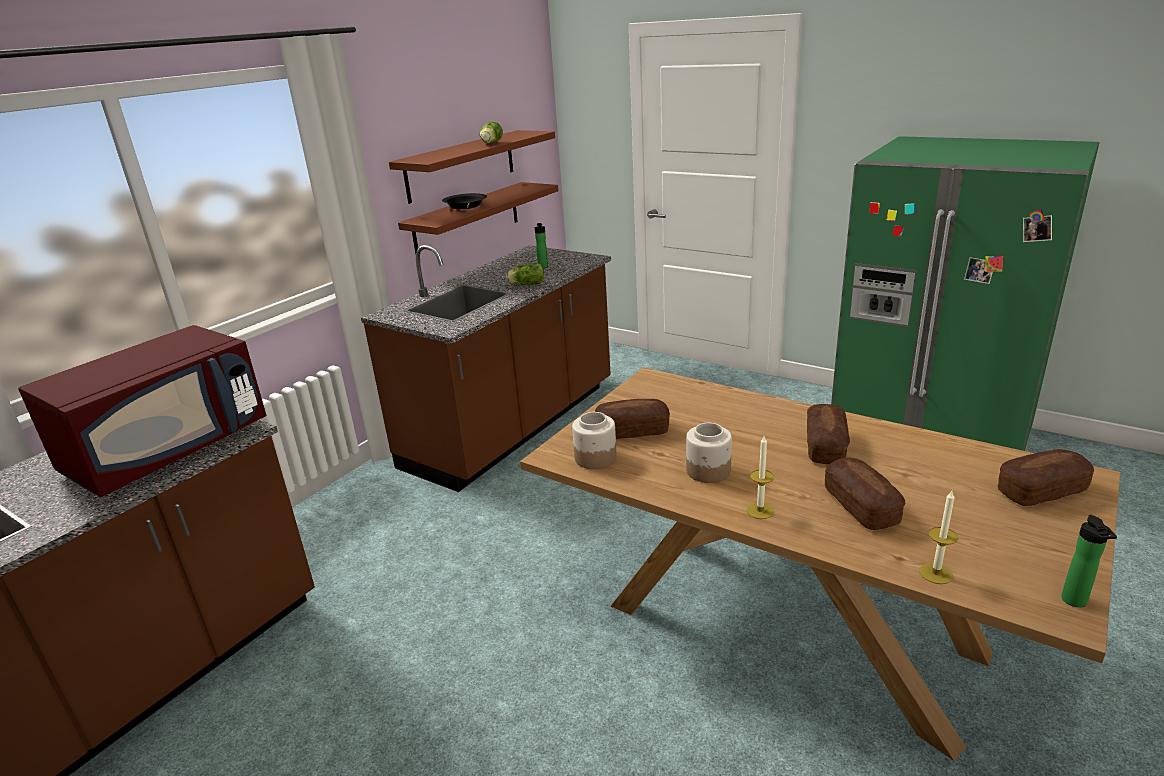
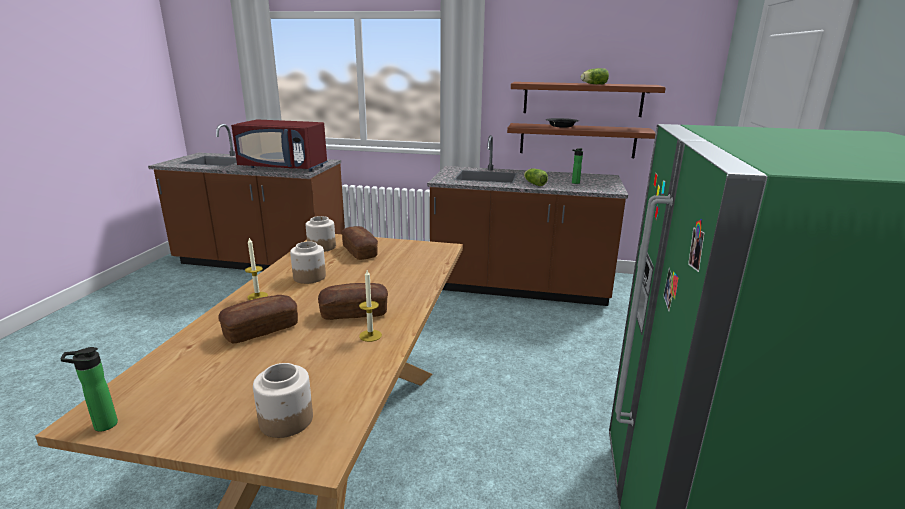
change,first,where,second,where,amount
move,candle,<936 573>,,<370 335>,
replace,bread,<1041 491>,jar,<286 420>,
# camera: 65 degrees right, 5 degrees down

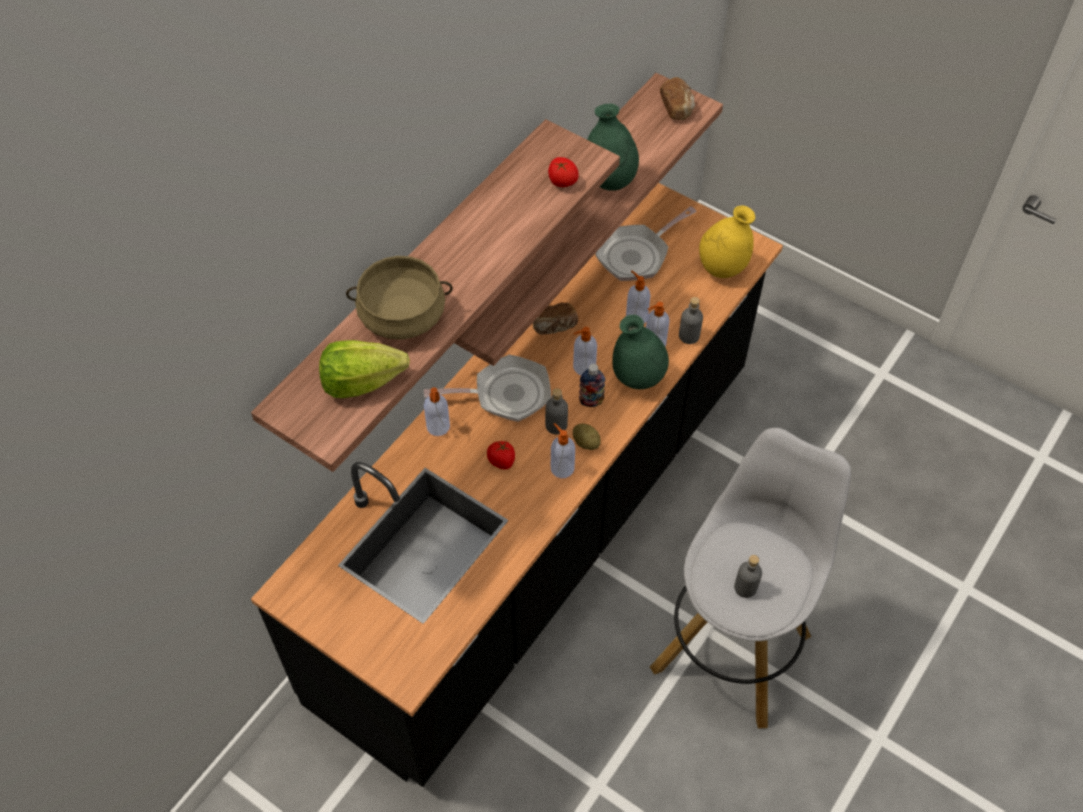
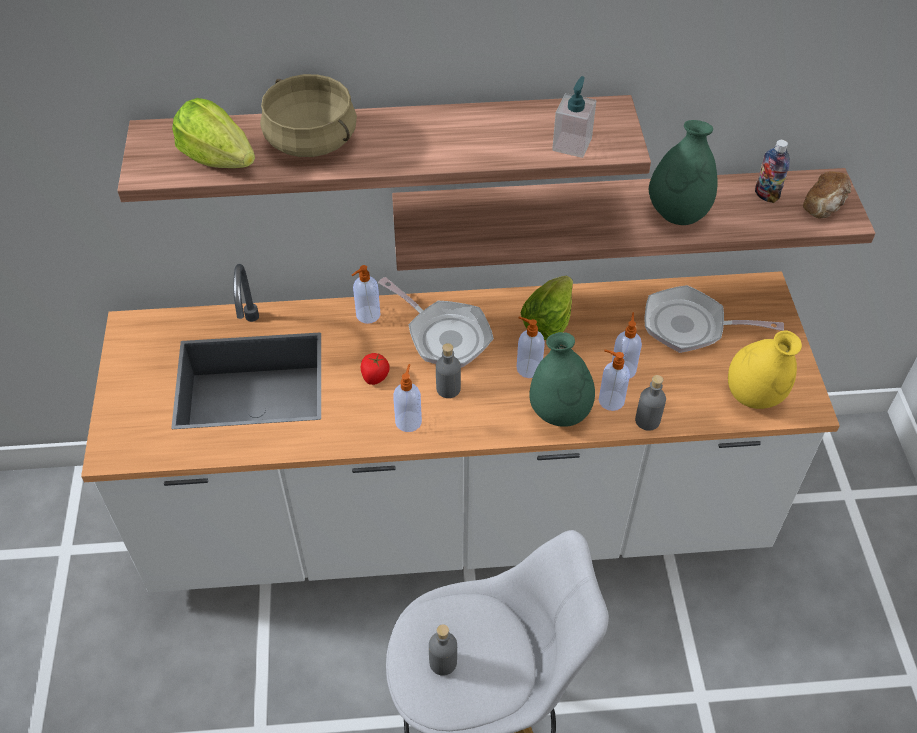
change,first,where,second,where,amount
recolor,black counter,<541 532>,white counter,<458 517>,
replace,bread,<554 326>,lettuce,<548 321>,
replace,tomato,<562 181>,soap dispenser,<572 144>,
delete,potato,<586 442>,,,
move,bottle,<591 401>,,<766 195>,
# camera: 50 degrees right, 5 degrees down

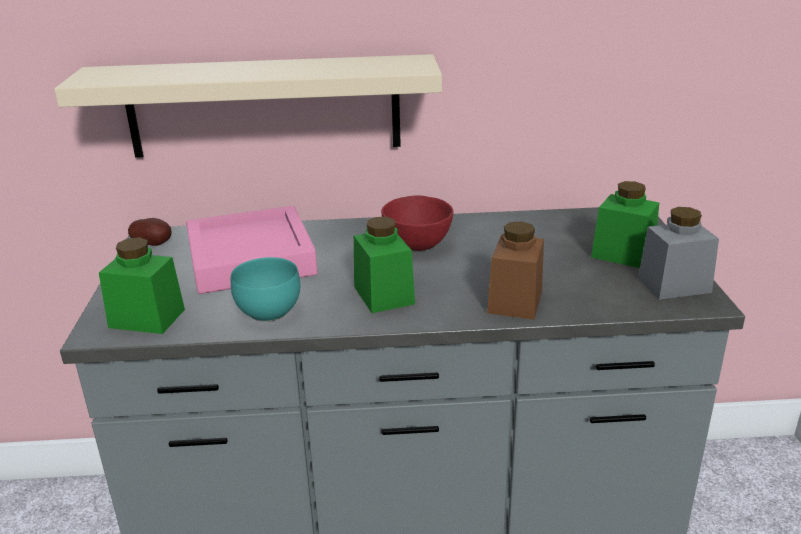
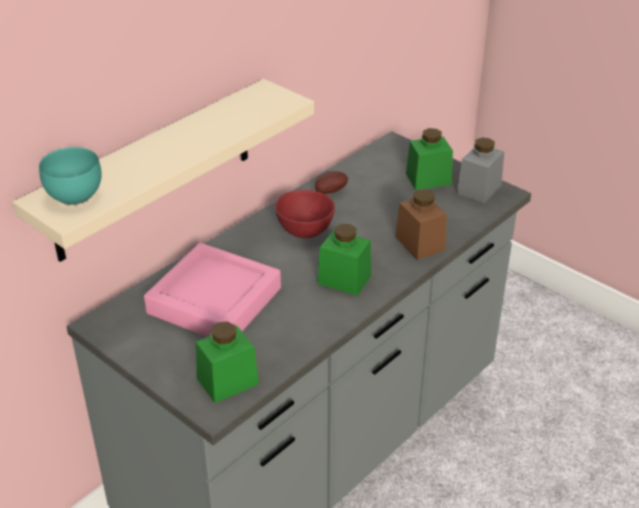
change,first,where,second,where,amount
move,potato,<154 244>,,<330 191>,
move,turquoise bowl,<269 313>,,<76 197>,
# camera: 45 degrees left, 10 degrees up

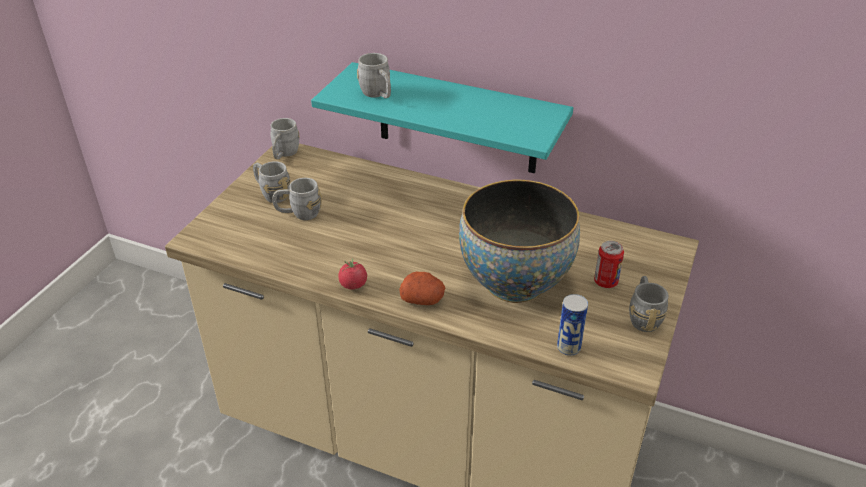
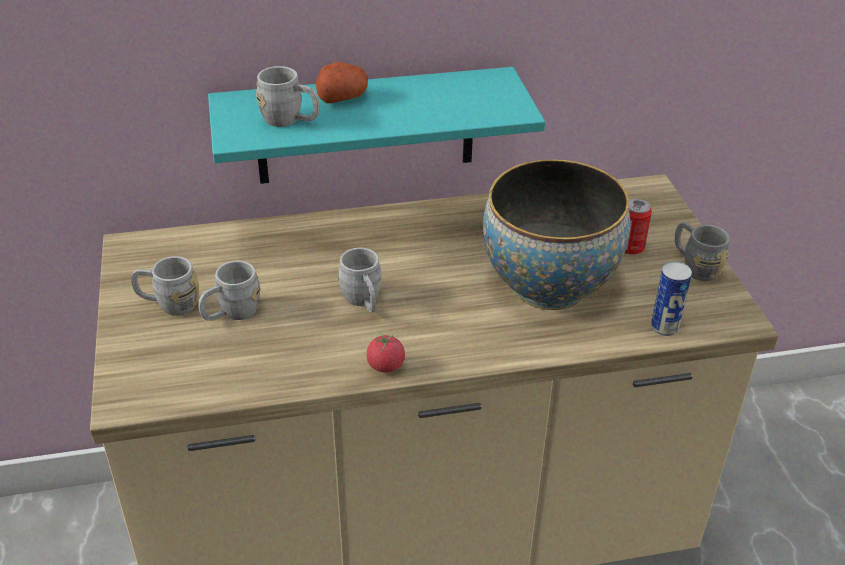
change,first,where,second,where,amount
move,grey mug,<284 154>,,<363 302>,
move,potato,<423 299>,,<342 97>,
# camera: 35 degrees left, 0 degrees up

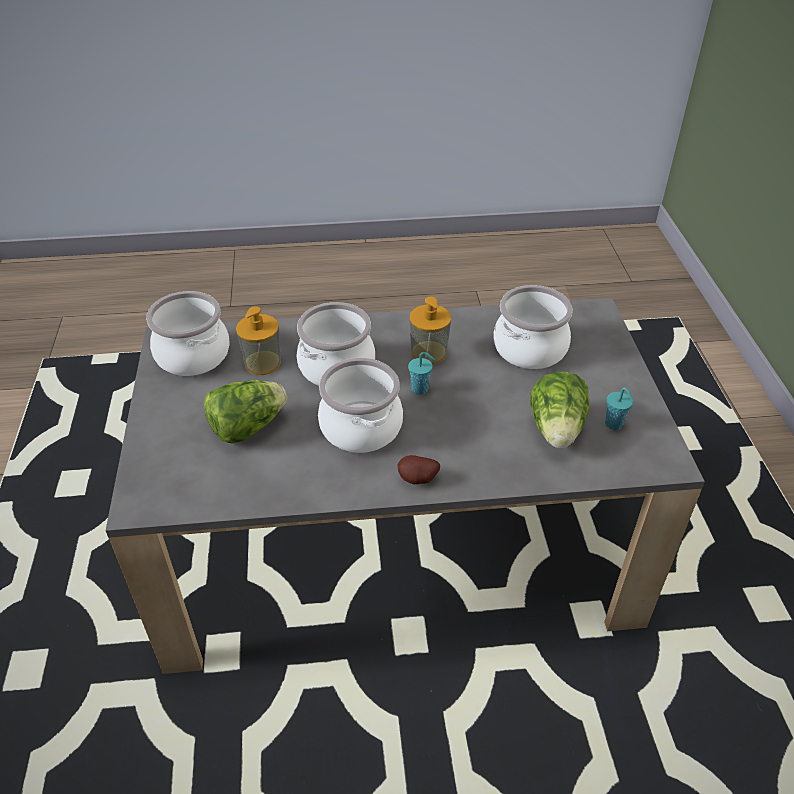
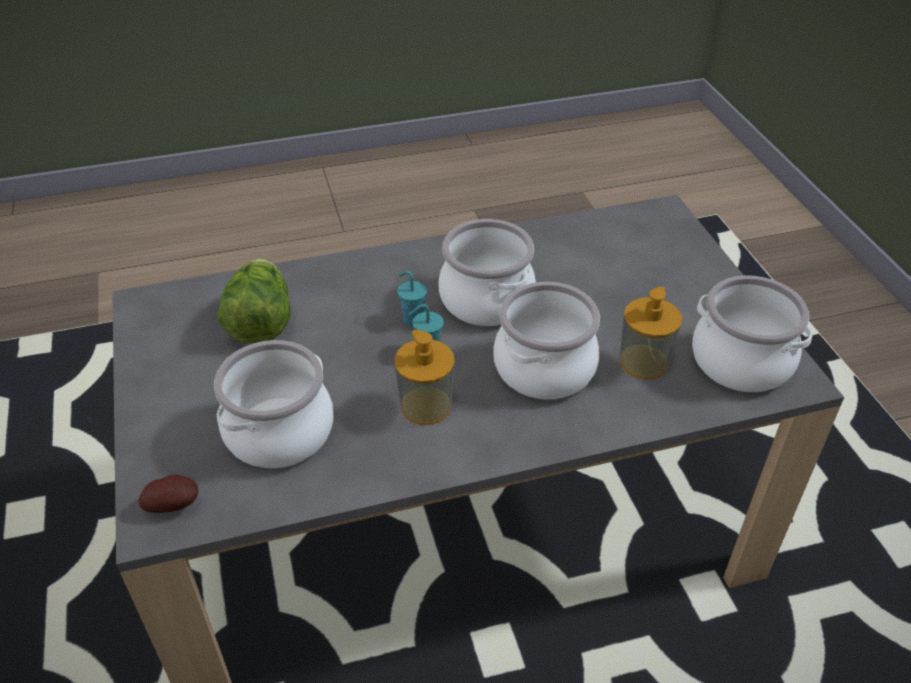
change,first,where,second,where,amount
delete,lettuce,<247 427>,,,
move,potato,<418 480>,,<174 504>,
move,turquoise cup,<614 425>,,<412 319>,
# camera: 170 degrees right, 0 degrees up

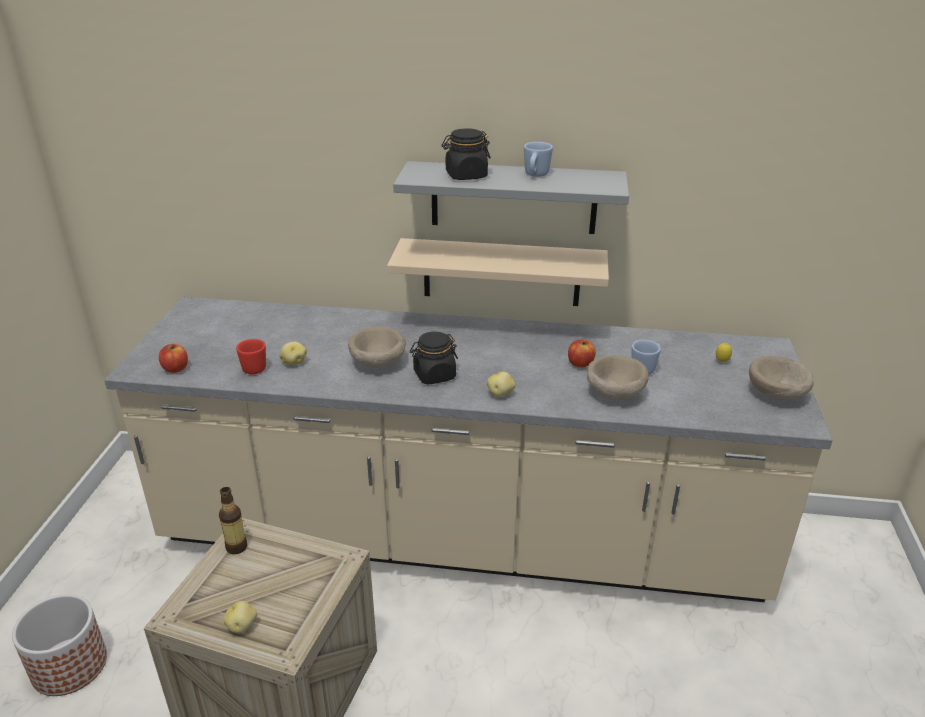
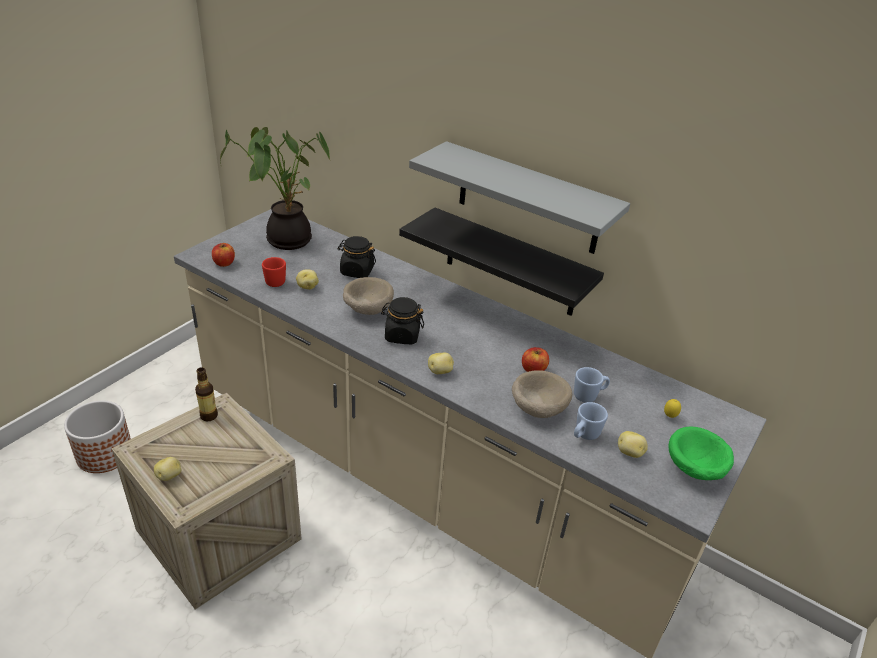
change,first,where,second,where,amount
recolor,beige shelf,<501 272>,black shelf,<511 263>,
move,black jar,<466 175>,,<356 271>,
move,blue mug,<535 175>,,<584 435>,
recolor,beige bowl,<777 395>,green bowl,<694 469>,
insert,,,potted plant,<286 239>,
insert,,,potato,<630 453>,
# camera: 25 degrees right, 5 degrees up

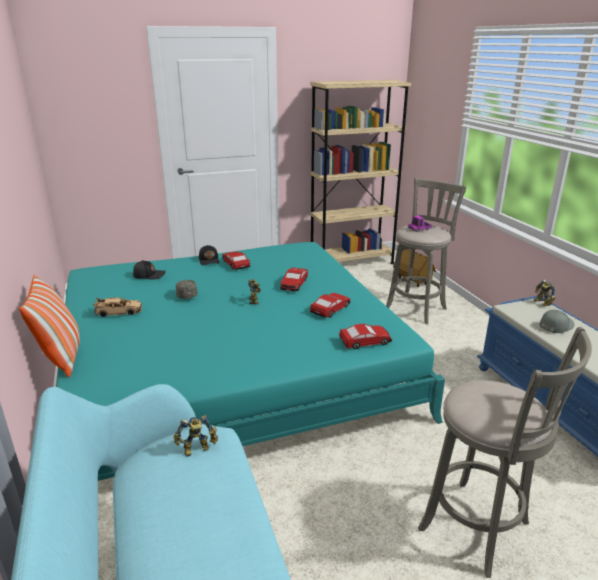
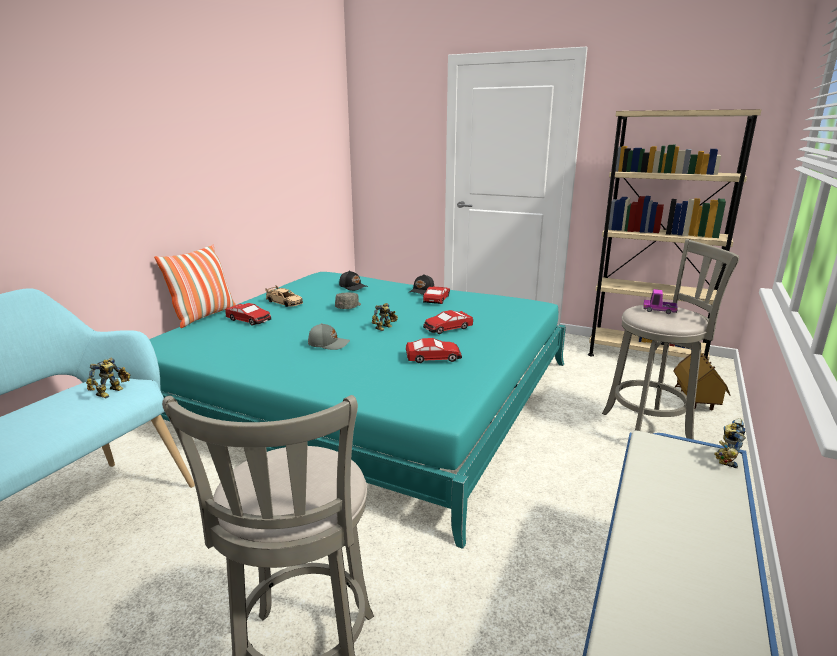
change,first,where,second,where,amount
rotate,toy robot,<197 449>,,<112 392>,90 degrees counterclockwise
move,toy car,<365 342>,,<249 320>,
move,grey cap,<555 326>,,<328 344>,
# camera: 45 degrees right, 5 degrees down

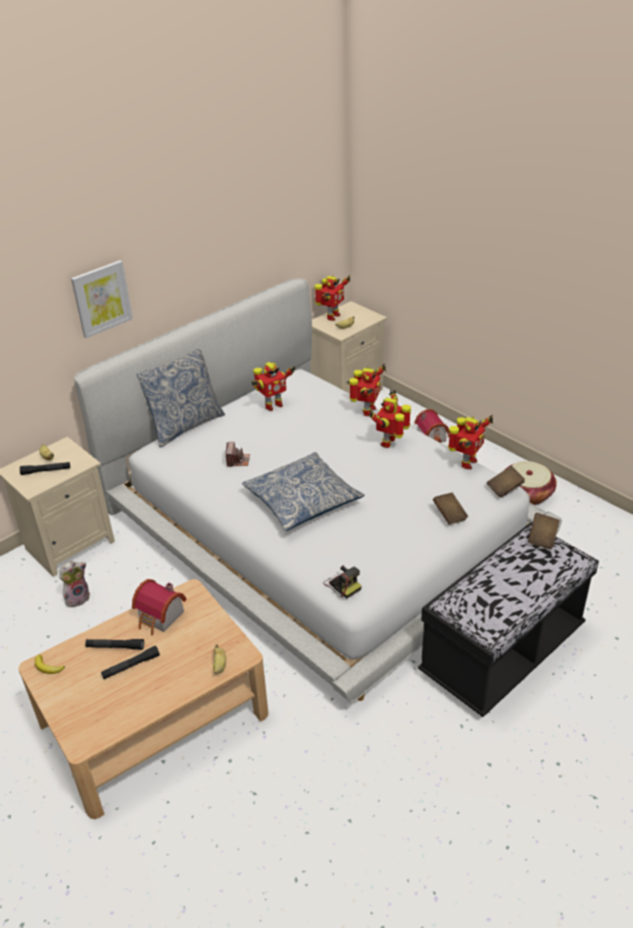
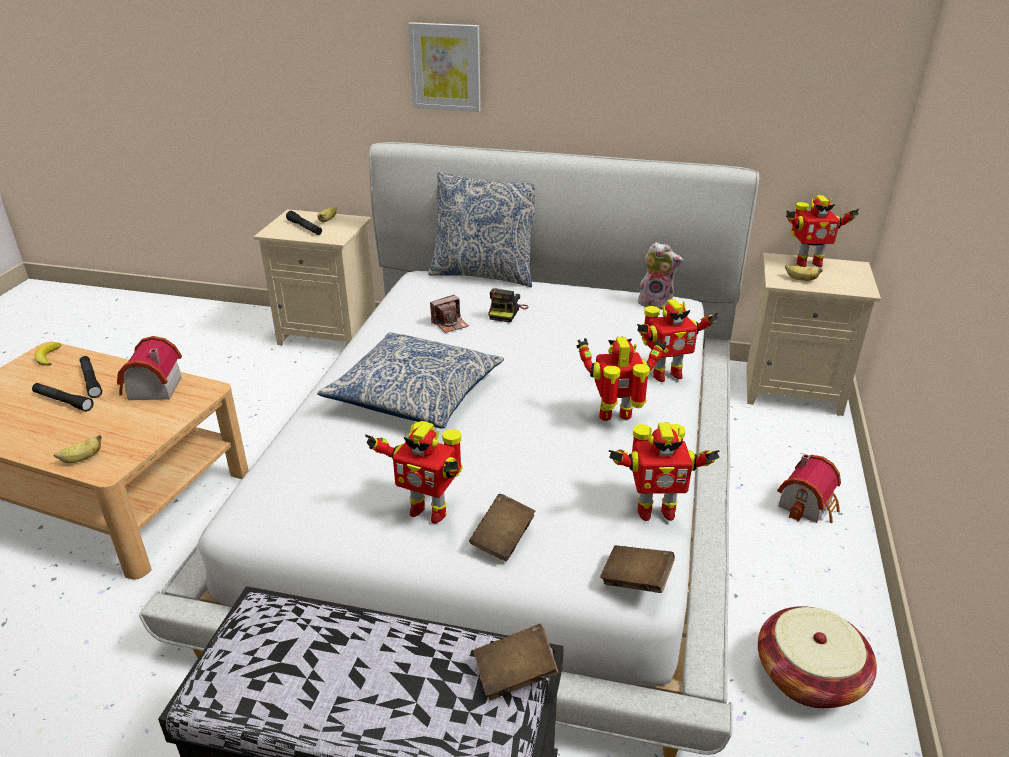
change,first,where,second,where,amount
move,plush toy,<78 598>,,<656 303>,
move,toy robot,<272 405>,,<428 510>,
move,photo camera,<342 584>,,<506 312>,
# camera: 55 degrees right, 5 degrees down

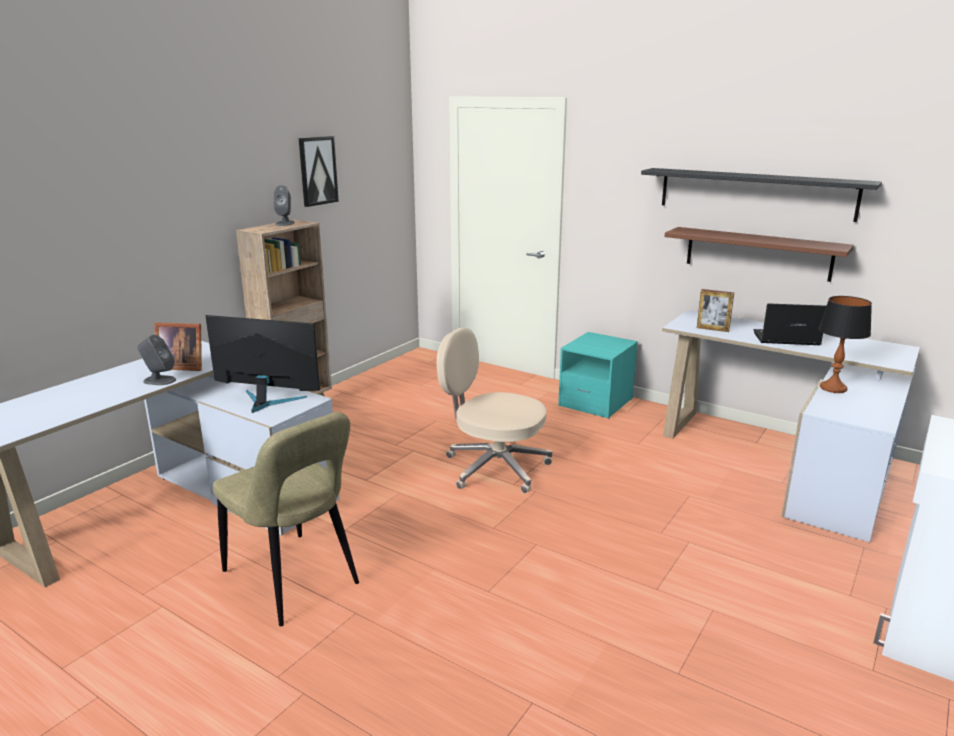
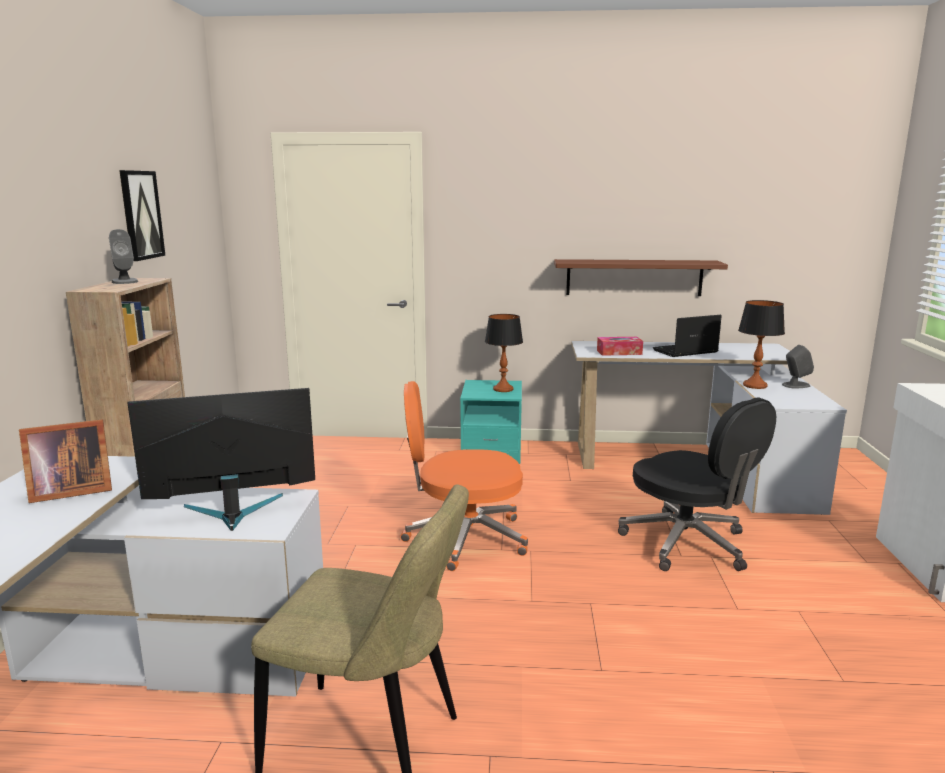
change,first,where,second,where,amount
move,grey speaker,<159 380>,,<795 385>,
recolor,beige office chair,<494 467>,orange office chair,<464 538>,
delete,black shelf,<755 193>,,,
replace,picture frame,<712 329>,tissue box,<619 352>,
insert,,,table lamp,<503 389>,
insert,,,black office chair,<688 544>,
# camera: 30 degrees left, 5 degrees down

